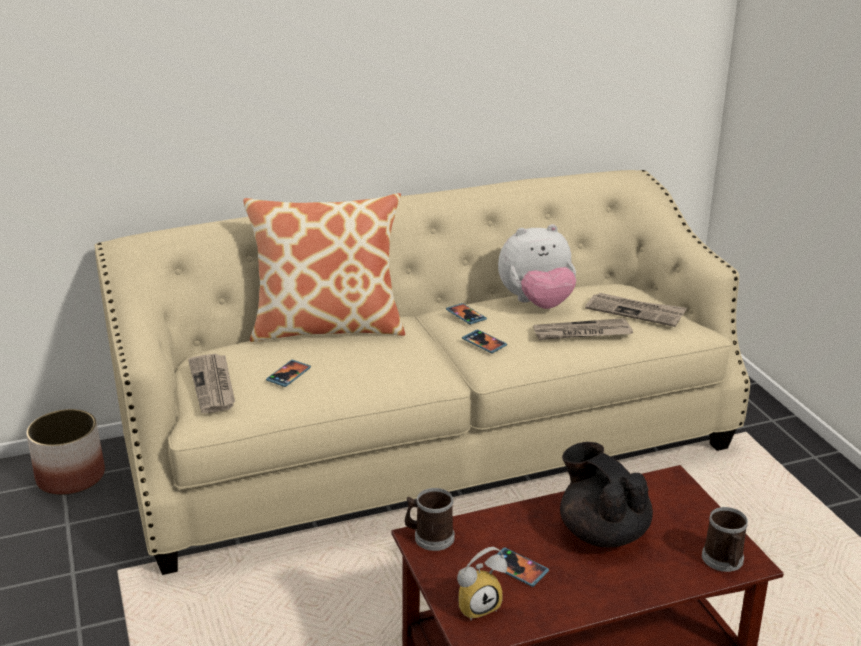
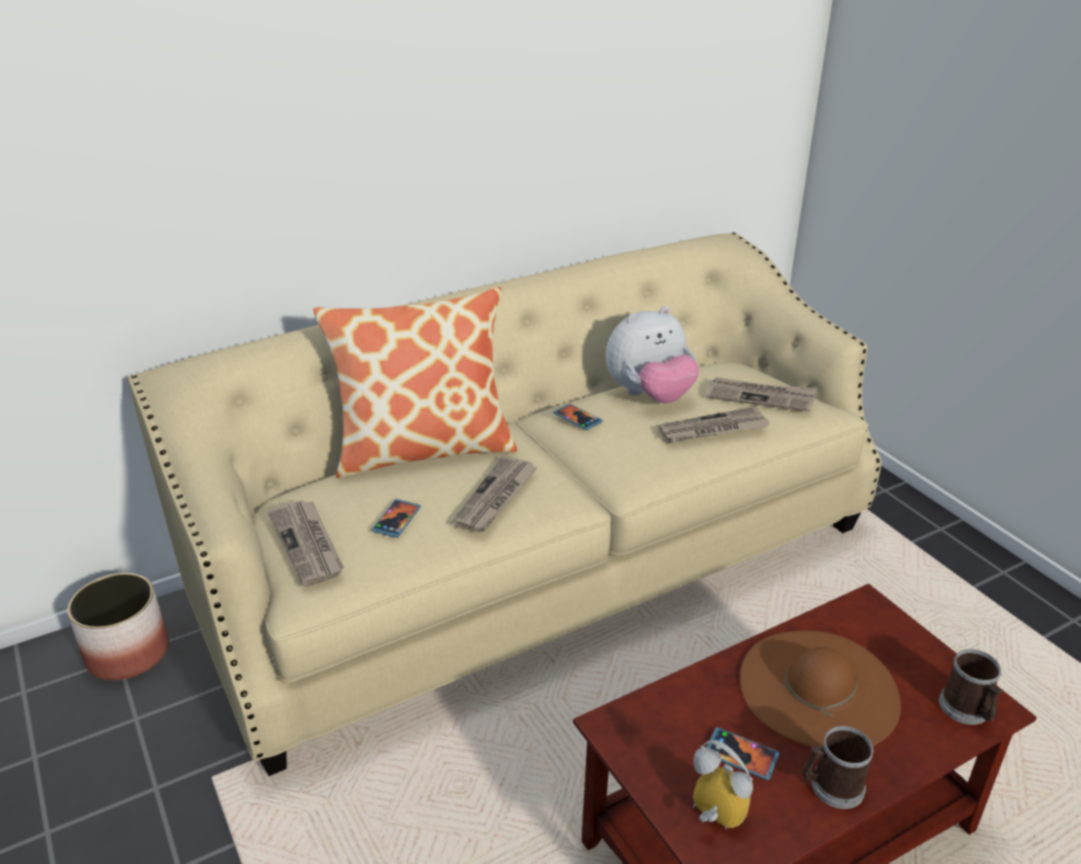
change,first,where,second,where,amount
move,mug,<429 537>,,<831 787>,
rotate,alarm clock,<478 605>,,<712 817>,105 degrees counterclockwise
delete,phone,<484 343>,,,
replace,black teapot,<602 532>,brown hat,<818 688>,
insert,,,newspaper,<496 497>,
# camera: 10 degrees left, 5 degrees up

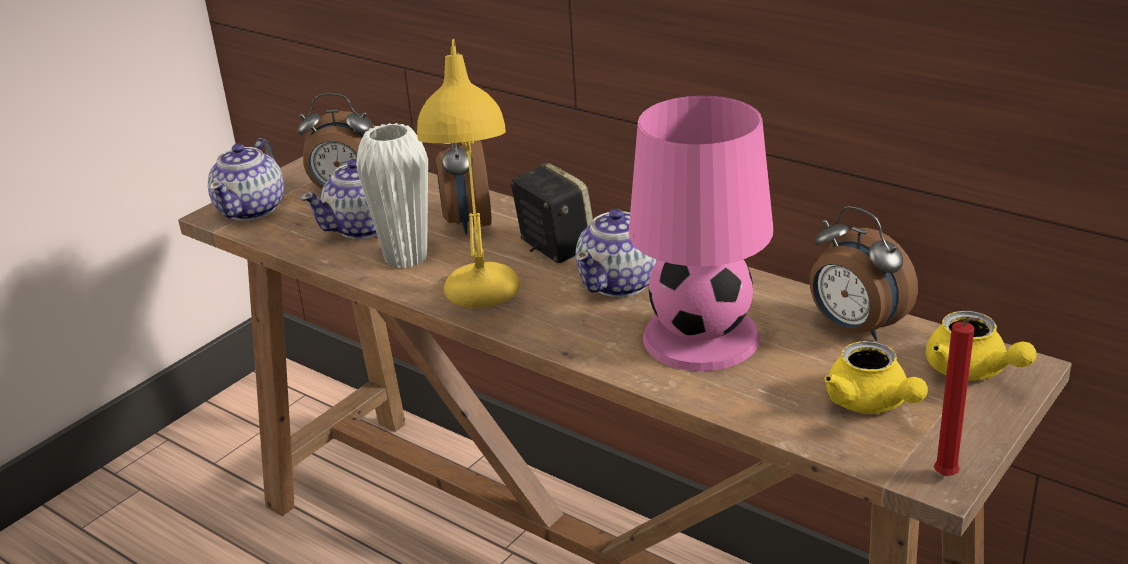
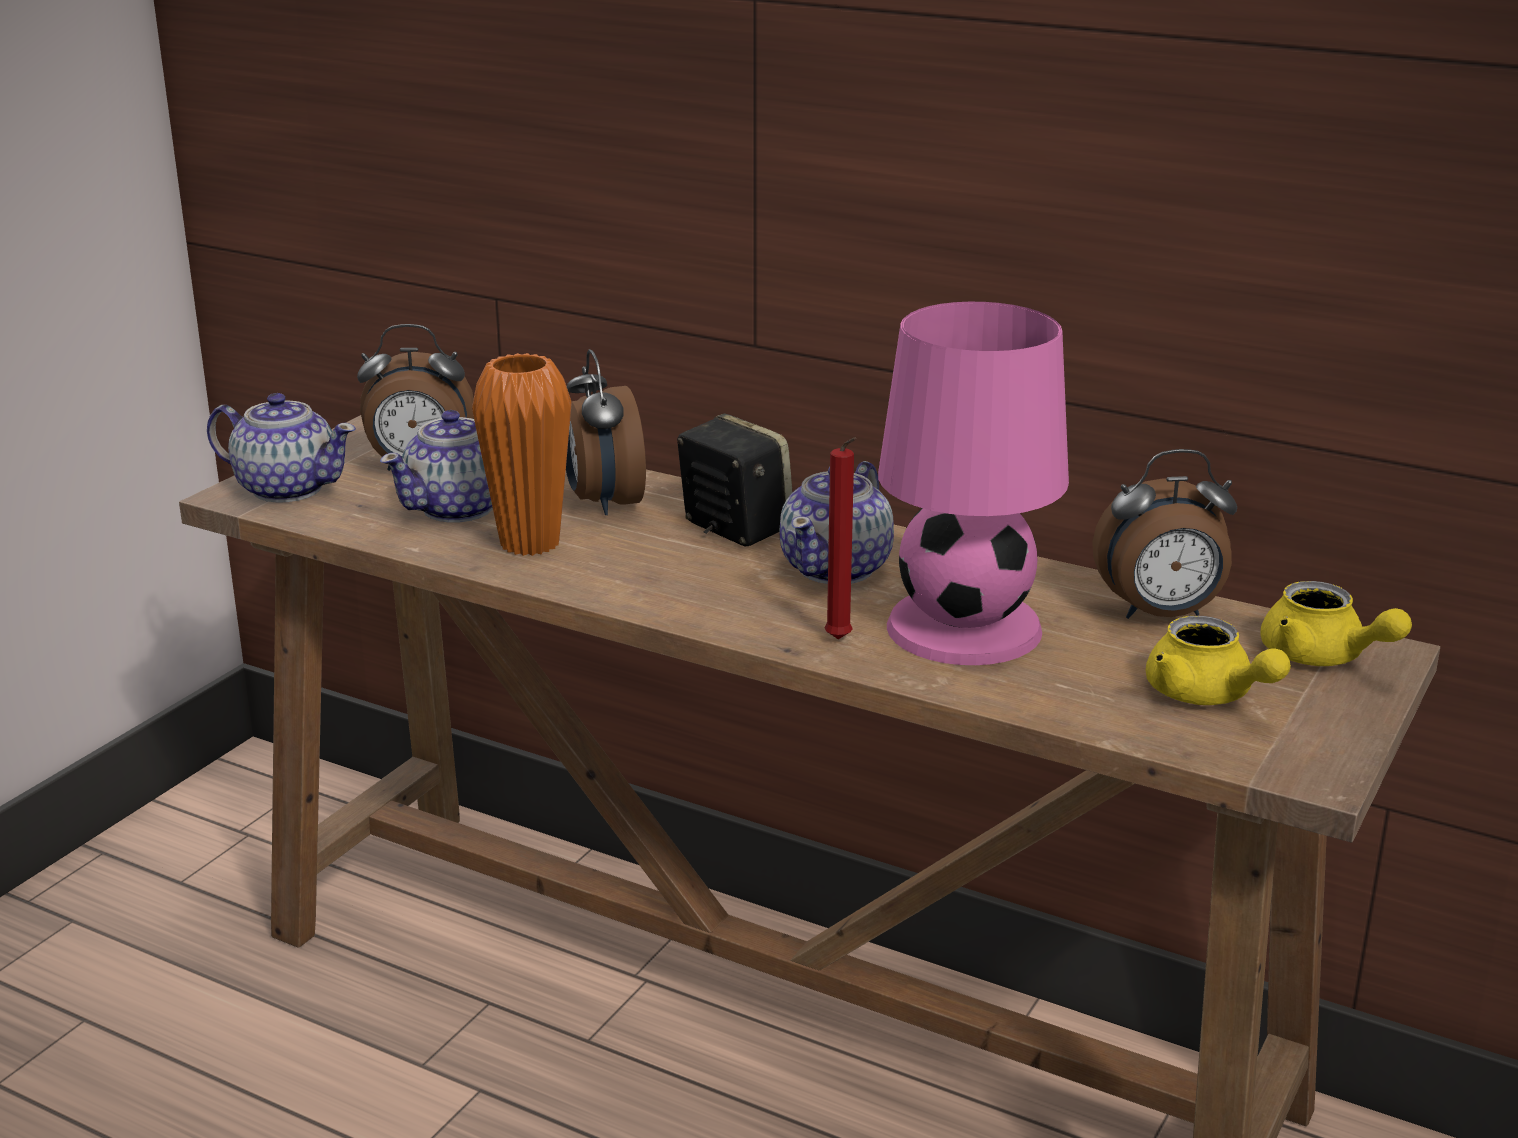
change,first,where,second,where,amount
rotate,teapot,<252 209>,,<287 488>,75 degrees counterclockwise
recolor,white vase,<406 258>,orange vase,<530 543>,
delete,yellow table lamp,<480 304>,,,
rotate,alarm clock,<855 329>,,<1161 614>,45 degrees counterclockwise
move,red candle,<948 478>,,<840 641>,
# camera: 10 degrees left, 5 degrees down

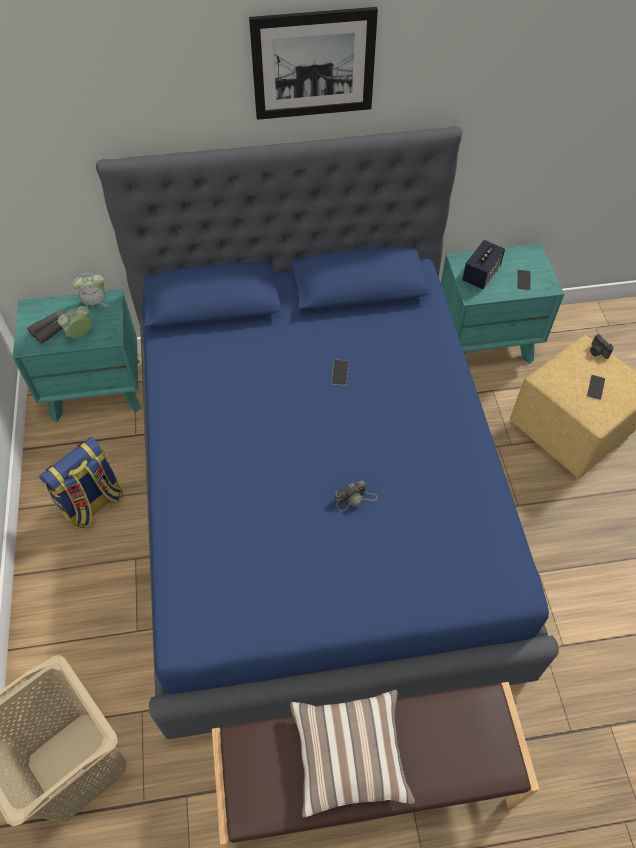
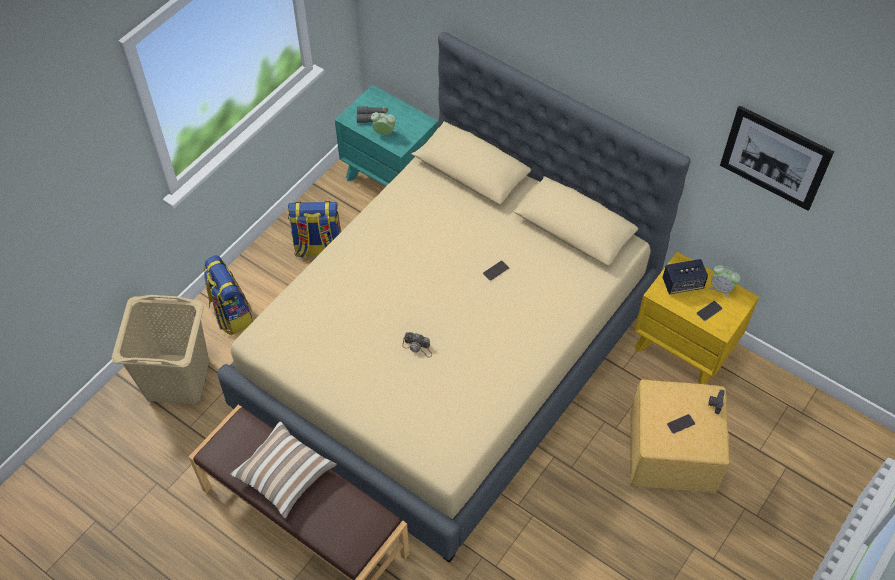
change,first,where,second,where,amount
move,alarm clock,<95 302>,,<721 288>,
recolor,blue bed,<318 498>,beige bed,<448 354>,
move,picture,<313 64>,,<775 157>,
recolor,turquoise nightstand,<485 343>,yellow nightstand,<684 348>,
insert,,,backpack,<231 314>,
# camera: 45 degrees right, 0 degrees up

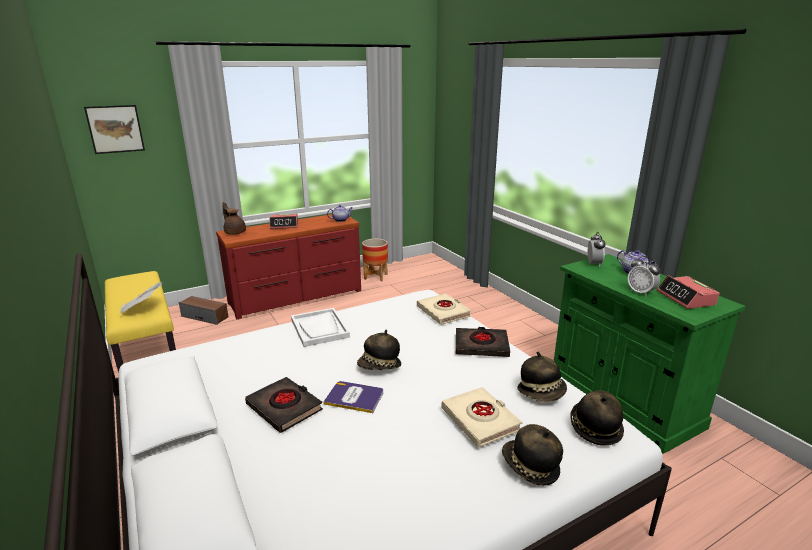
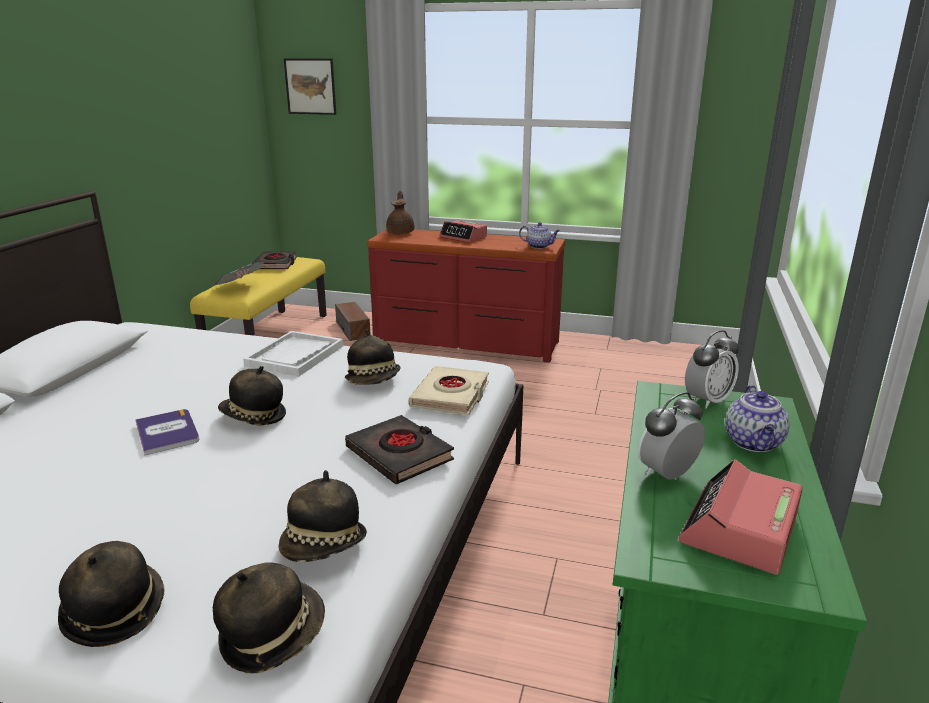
change,first,where,second,where,amount
move,black book,<284 408>,,<275 264>,
delete,planter,<375 276>,,,
delete,beige book,<480 420>,,,
rotate,alarm clock,<640 292>,,<667 474>,45 degrees clockwise
insert,,,hat,<374 380>,
# camera: 45 degrees right, 0 degrees up

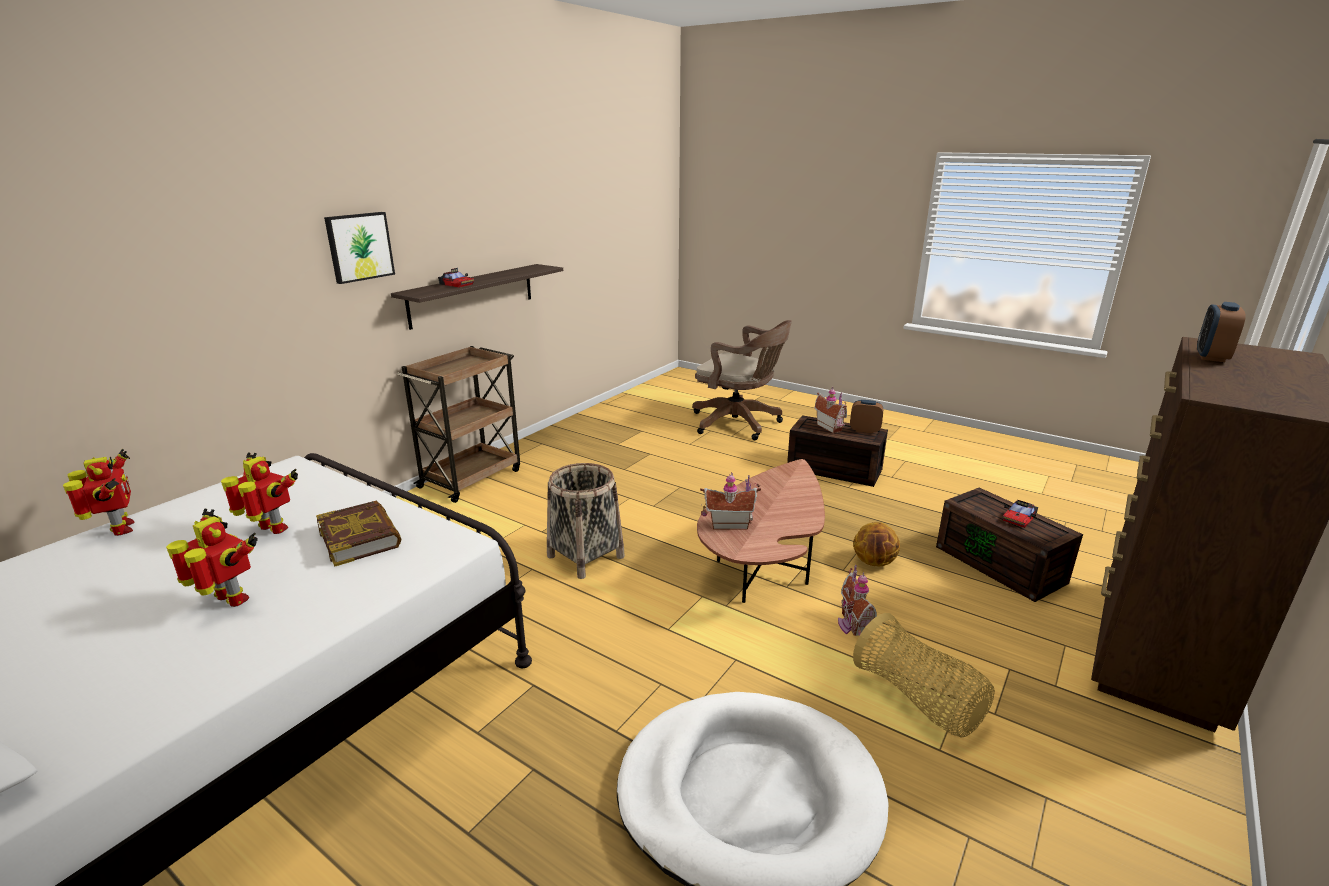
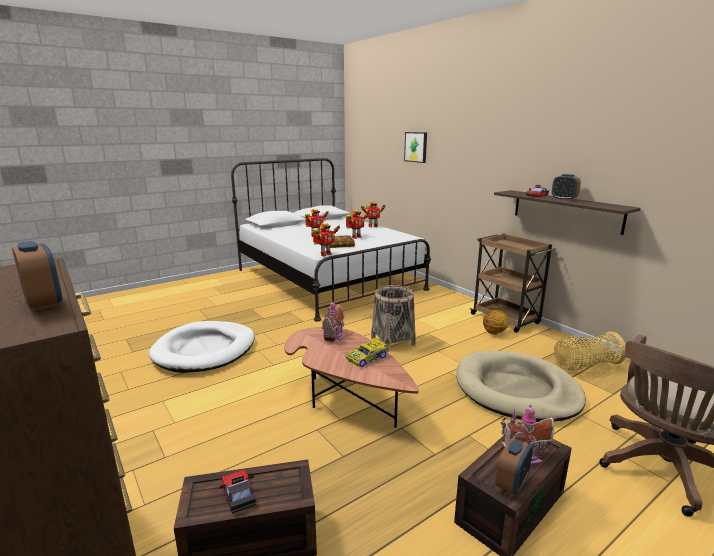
change,first,where,second,where,amount
move,picture,<359 247>,,<416 147>,
delete,toy house,<852 625>,,,
move,basketball,<874 562>,,<494 333>,
move,basket,<918 700>,,<585 365>,
insert,,,toy robot,<325 254>,
insert,,,toy car,<367 358>,
insert,,,beige dog bed,<516 390>,
insert,,,alarm clock,<564 199>,
# camera: 110 degrees right, 5 degrees down

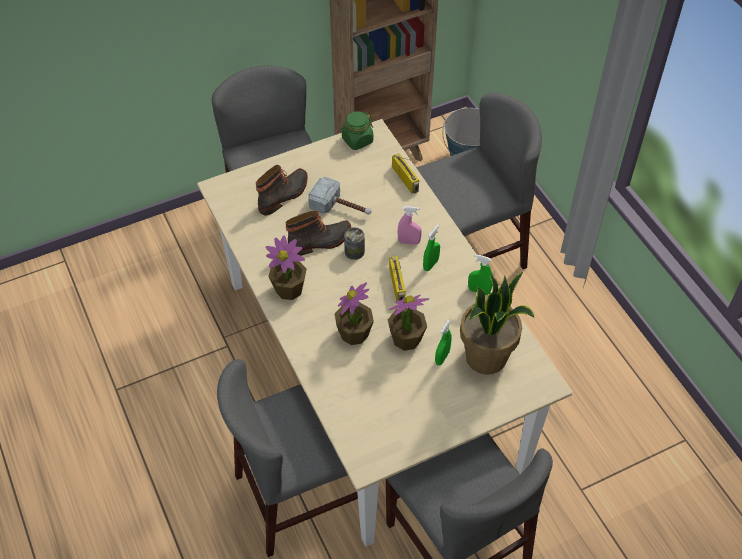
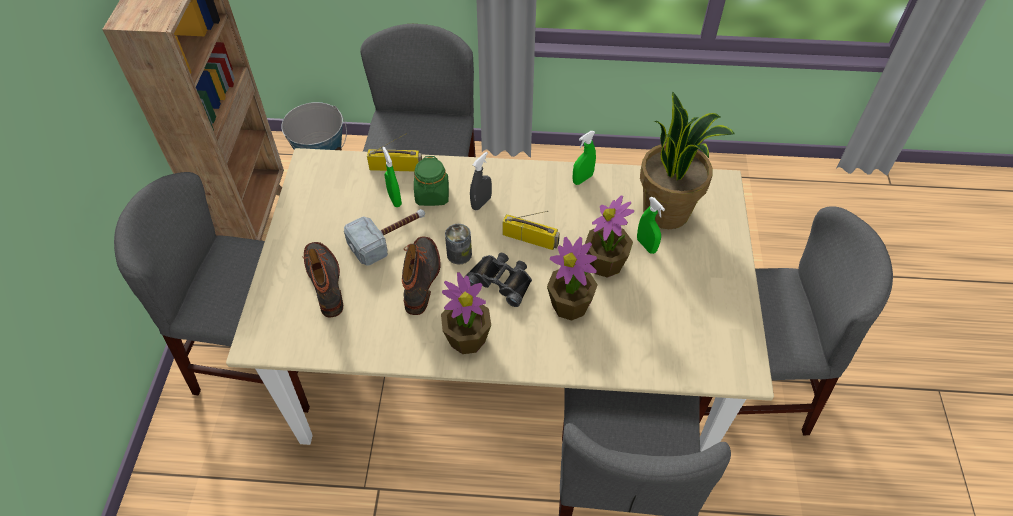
change,first,where,second,where,amount
move,green jar,<357 140>,,<432 195>,
recolor,pink spray bottle,<409 242>,grey spray bottle,<481 203>,
move,green spray bottle,<430 264>,,<394 199>,
insert,,,black binoculars,<501 280>,
# camera: 60 degrees left, 0 degrees up

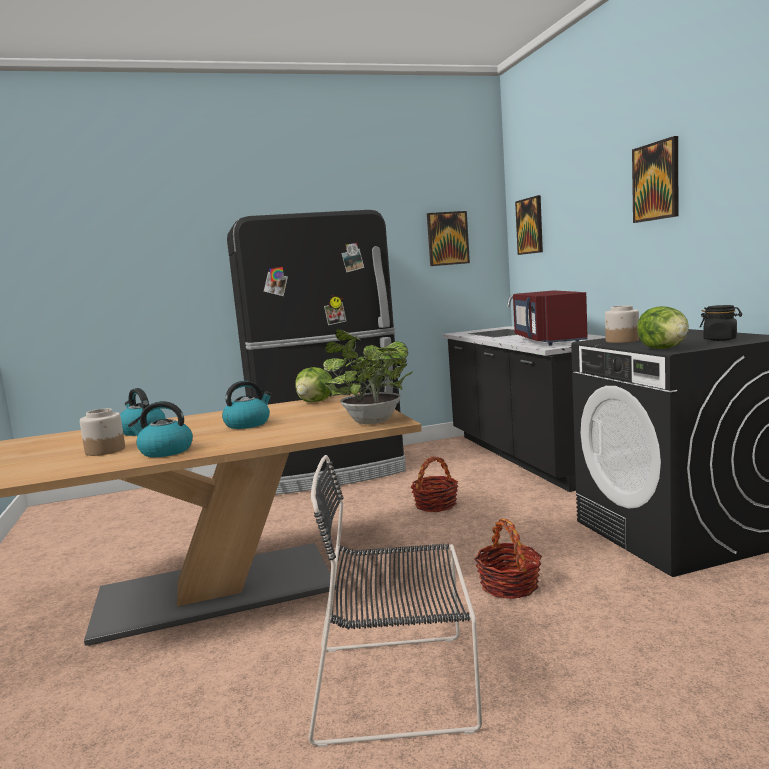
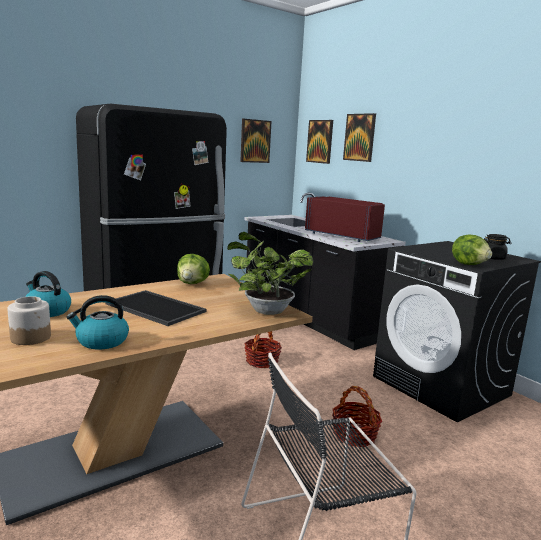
change,first,where,second,where,amount
replace,kettle,<248 424>,tray,<153 308>,
rotate,red microwave,<547 340>,,<343 236>,150 degrees clockwise
delete,jar,<622 341>,,,
move,picture,<656 181>,,<359 137>,
# camera: 20 degrees left, 5 degrees up

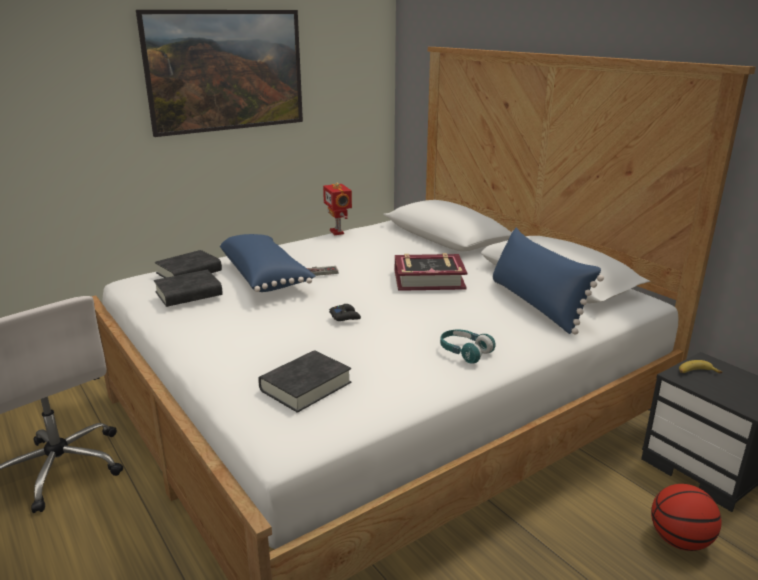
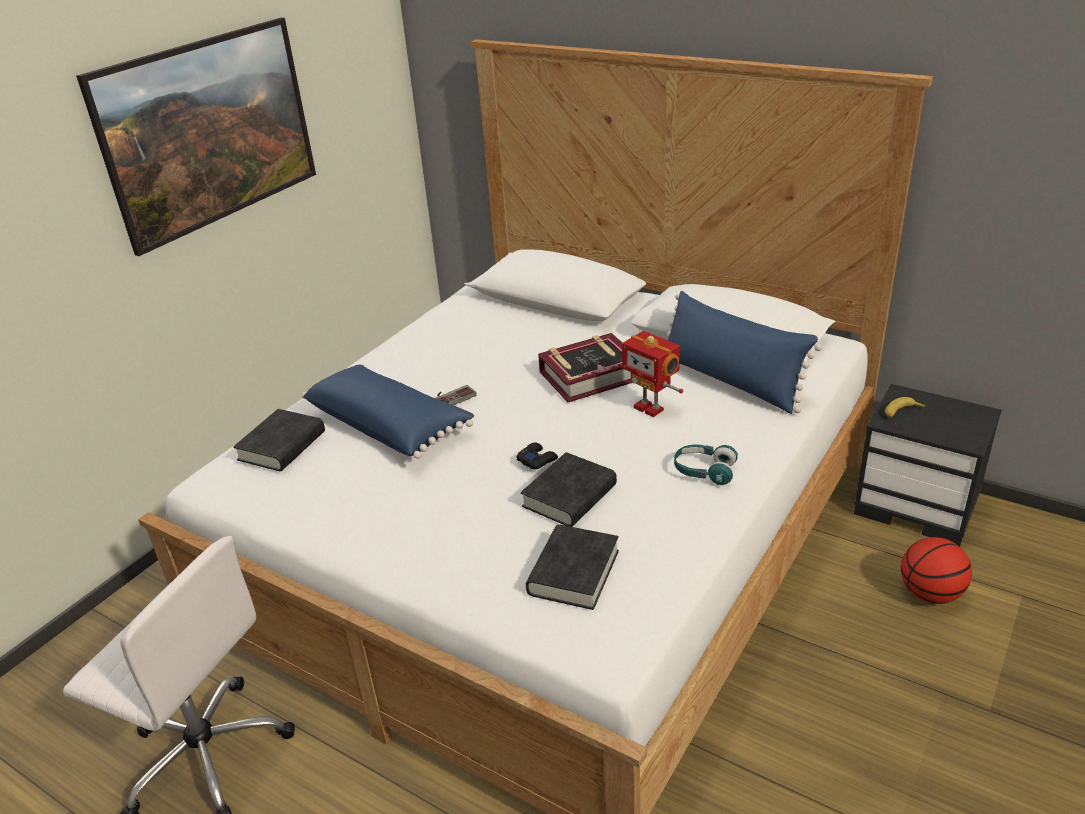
change,first,where,second,where,amount
move,black book,<188 294>,,<569 496>,
move,toy robot,<338 232>,,<650 408>,
# camera: 20 degrees left, 10 degrees up

